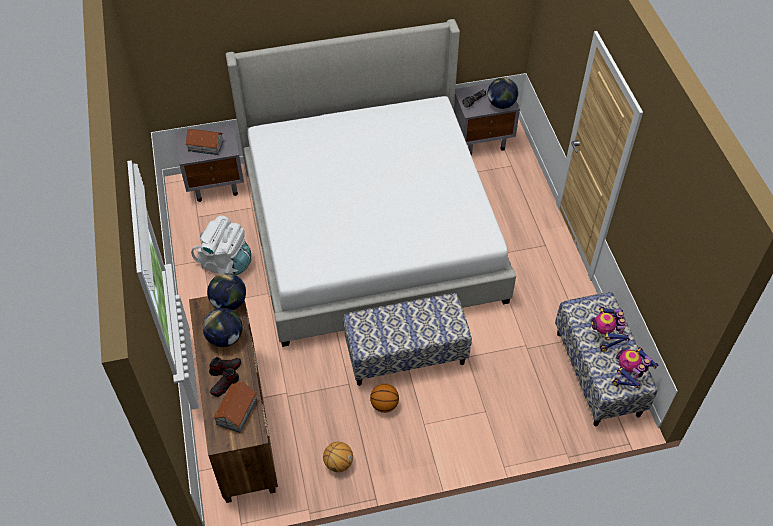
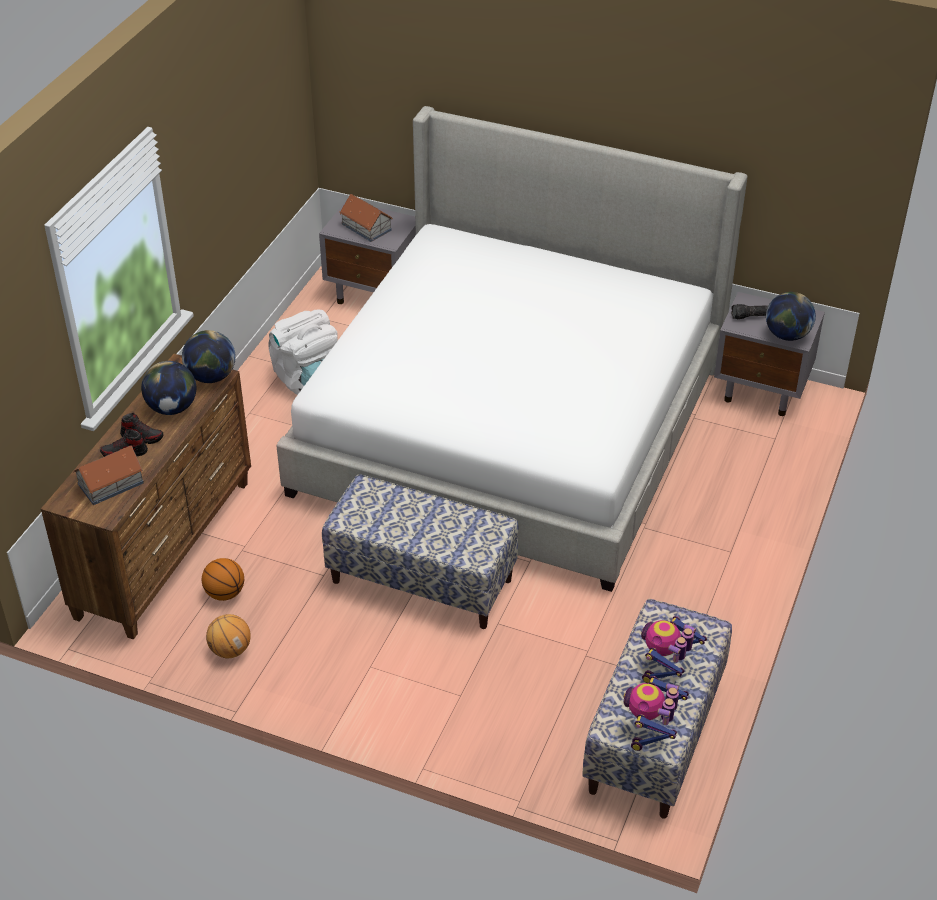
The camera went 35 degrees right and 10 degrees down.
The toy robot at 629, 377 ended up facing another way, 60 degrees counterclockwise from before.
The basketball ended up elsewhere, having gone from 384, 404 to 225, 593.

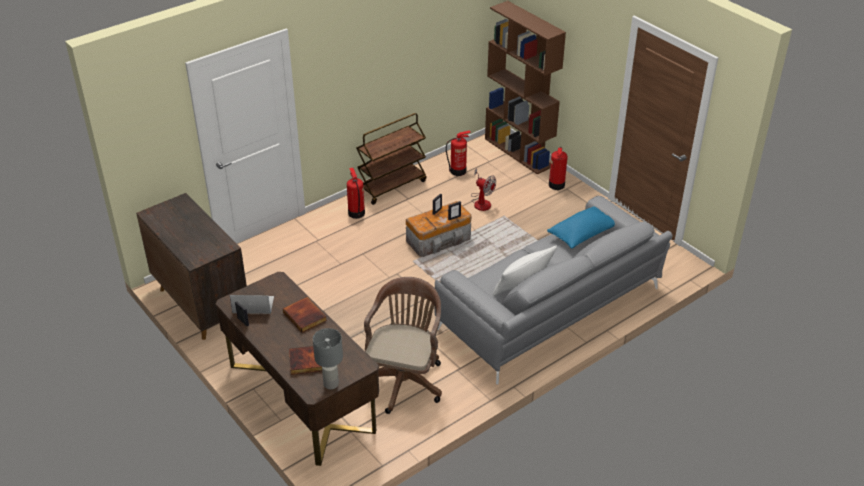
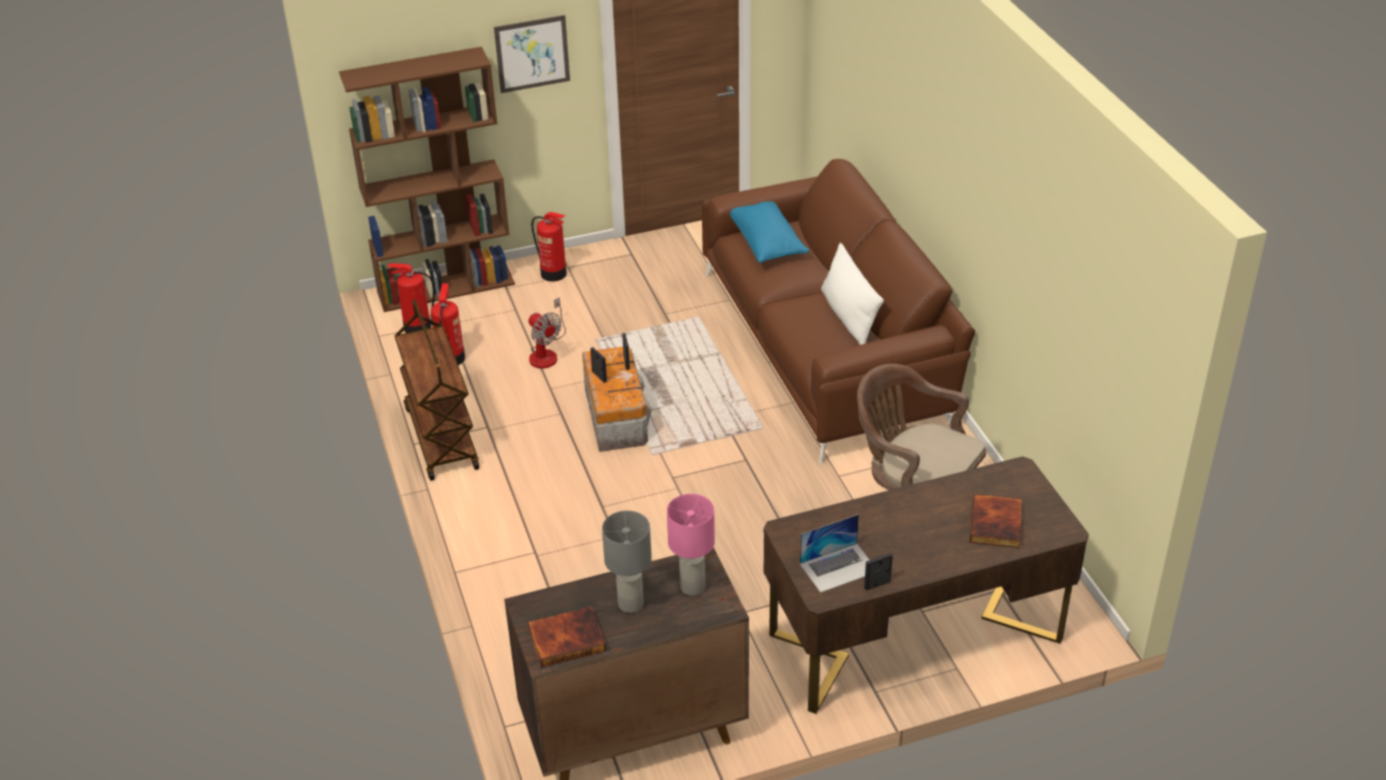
The camera went 70 degrees left and 0 degrees up.
The fire extinguisher ended up elsewhere, having gone from 356, 213 to 417, 327.
The fan at 481, 201 ended up facing another way, 90 degrees clockwise from before.
What was the sofa in grey at 551, 310 turned into the sofa in brown at 827, 347.
The laptop at 253, 304 ended up facing another way, 135 degrees counterclockwise from before.
The book ended up elsewhere, having gone from 305, 316 to 567, 638.
The table lamp in grey ended up elsewhere, having gone from 330, 384 to 630, 604.
The second view gained the picture at 532, 53.
The second view gained the table lamp in pink at 692, 586.

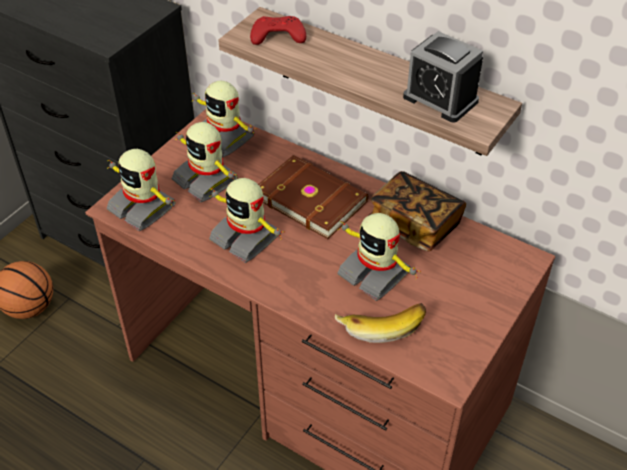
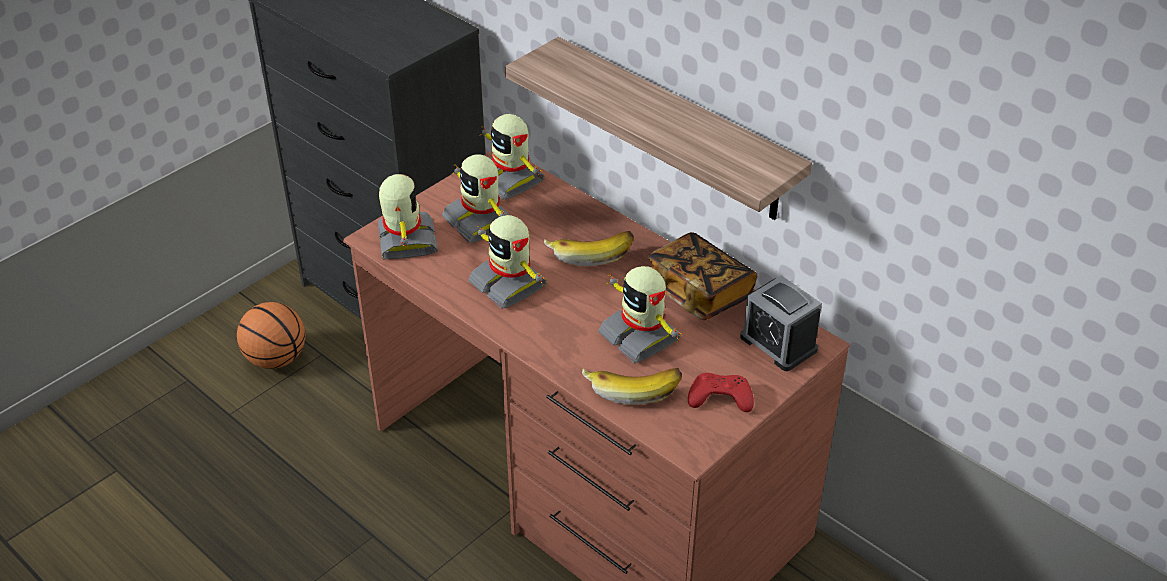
The camera went 10 degrees right and 5 degrees down.
The game controller in red ended up elsewhere, having gone from 278, 35 to 720, 397.
The alarm clock ended up elsewhere, having gone from 440, 99 to 778, 343.
The toy robot at 143, 207 ended up facing another way, 150 degrees counterclockwise from before.
Where the book in brown stood at 311, 198, the banana came to stand at 590, 252.

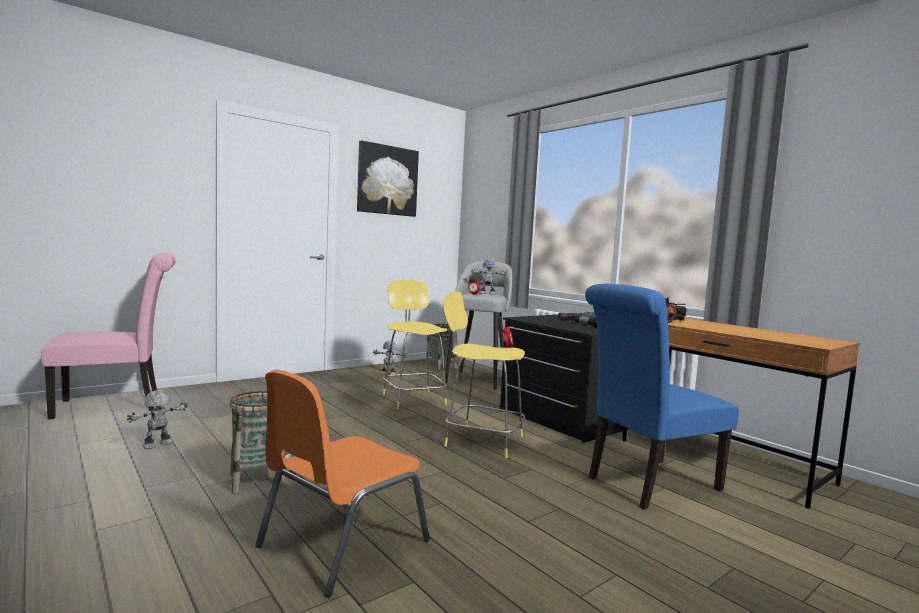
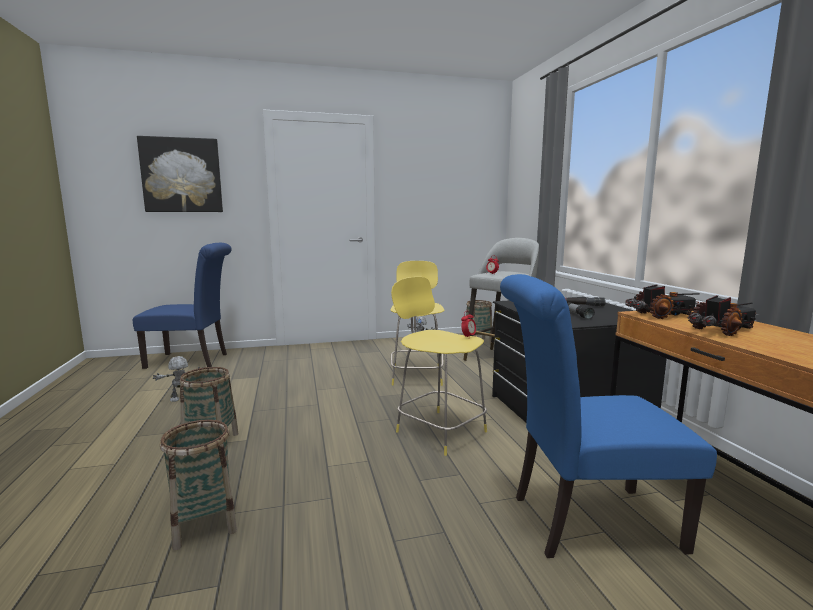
The camera went 25 degrees right and 5 degrees up.
The picture ended up elsewhere, having gone from 387, 180 to 182, 175.
What was the chair in pink at 116, 405 turned into the chair in blue at 192, 360.
The second view lost the toy robot at 487, 293.
Where the chair in orange stood at 340, 544, the basket came to stand at 204, 524.
The second view gained the toy truck at 722, 330.

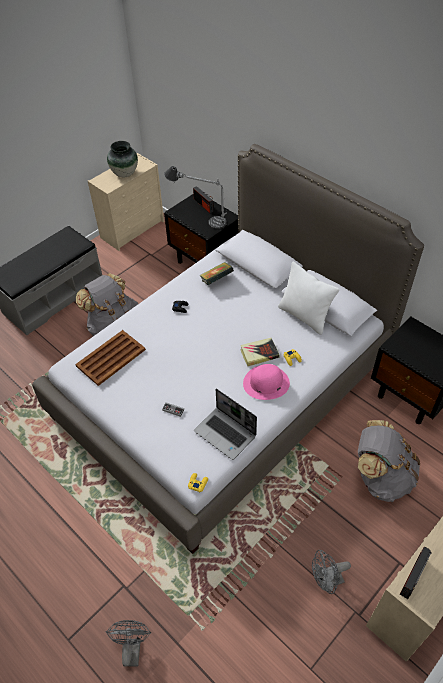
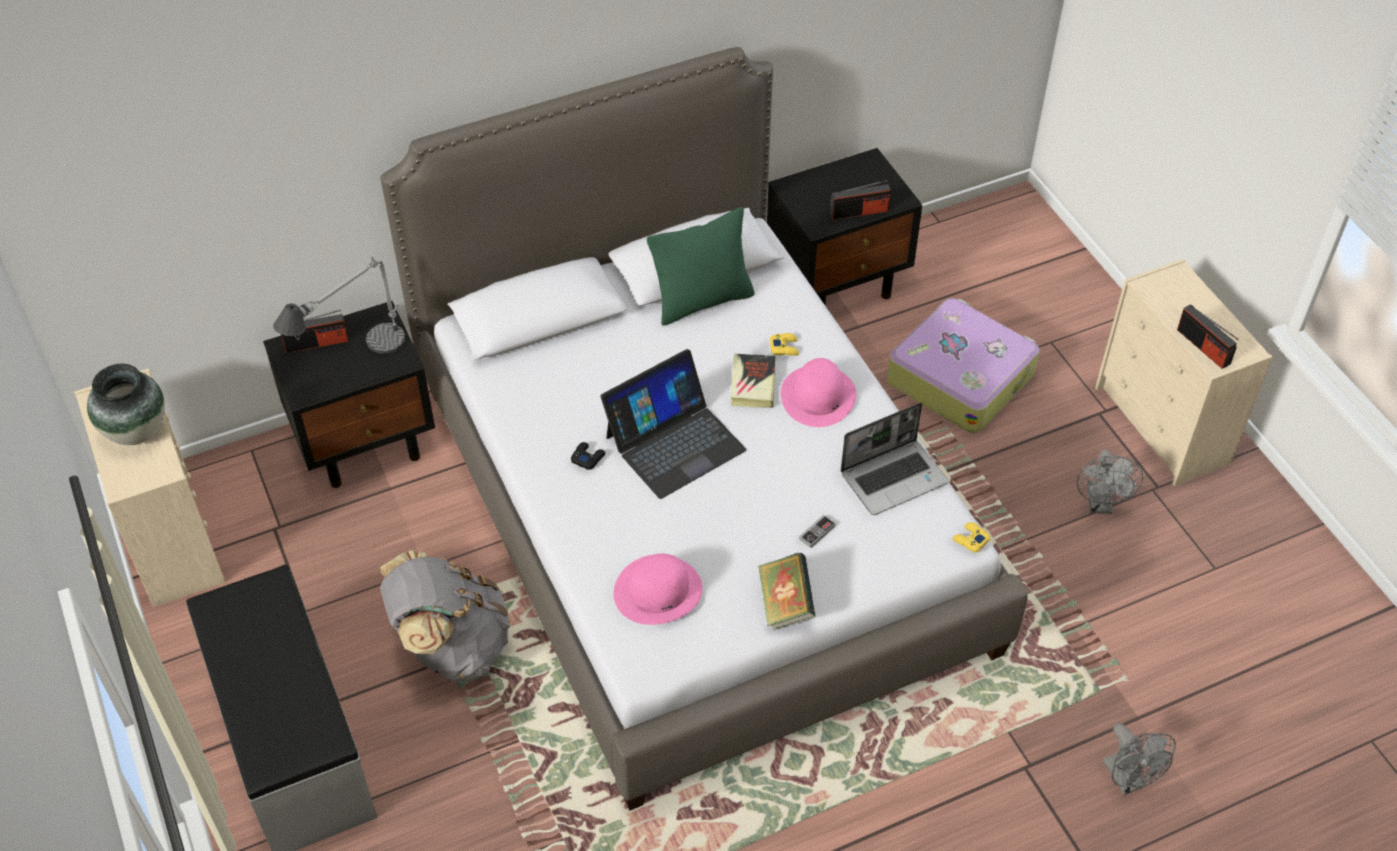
The camera went 70 degrees left and 0 degrees up.
The book ended up elsewhere, having gone from 216, 280 to 785, 603.
What was the pillow in white at 304, 316 turned into the pillow in green at 702, 301.
Where the tray in brown stood at 111, 357, the hat in pink came to stand at 658, 590.
Where the backpack in grey stood at 381, 476, the suitcase came to stand at 960, 377.
The fan in grey at 132, 647 ended up facing another way, 135 degrees counterclockwise from before.
The second view gained the radio at 859, 212.
The second view gained the laptop at 674, 442.

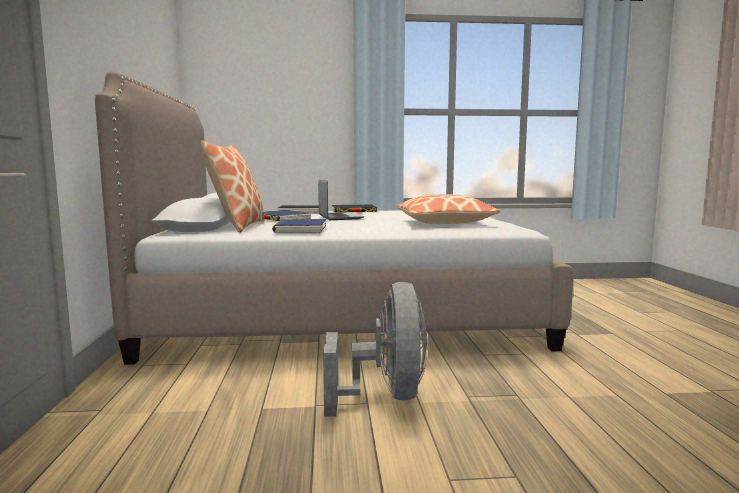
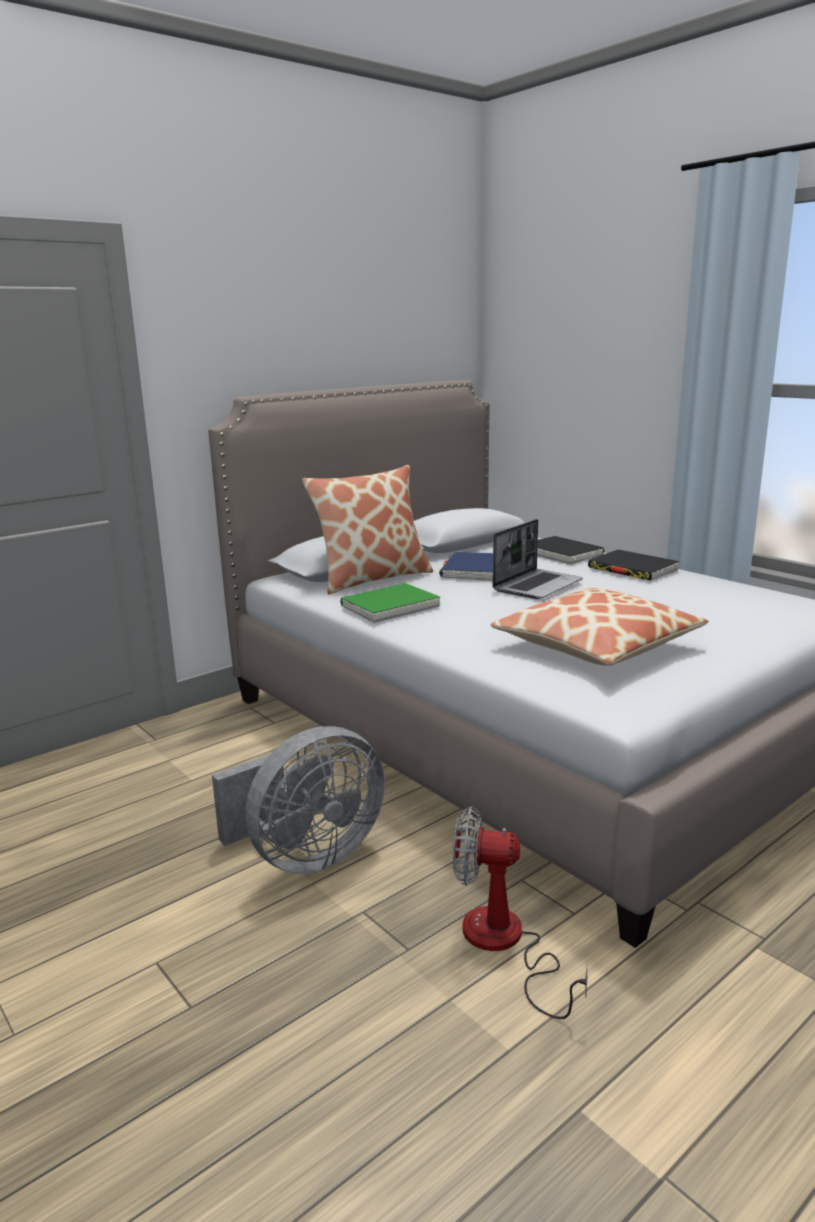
The camera went 55 degrees right and 10 degrees up.
What was the book in blue at 301, 229 turned into the book in green at 390, 607.
The second view gained the fan at 504, 944.

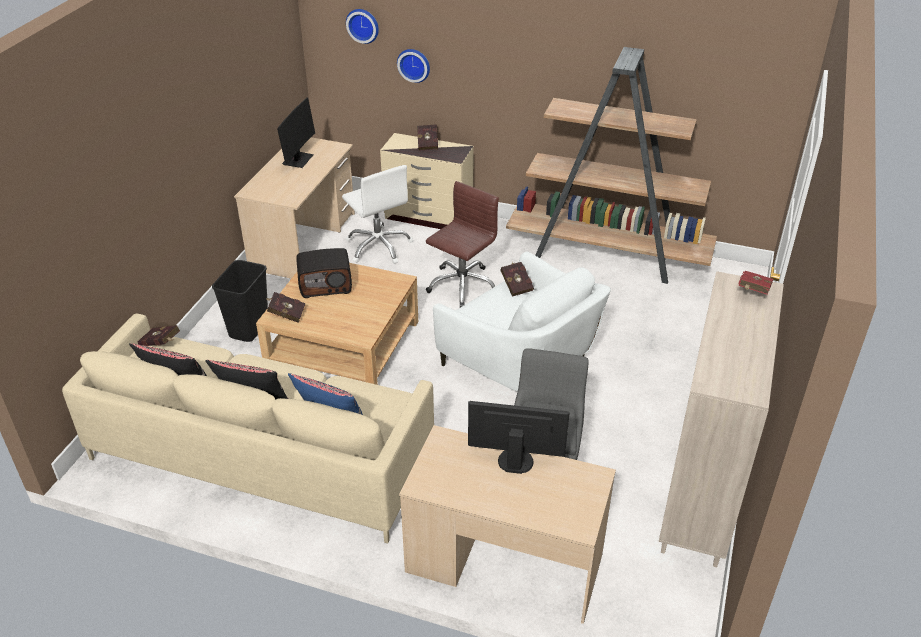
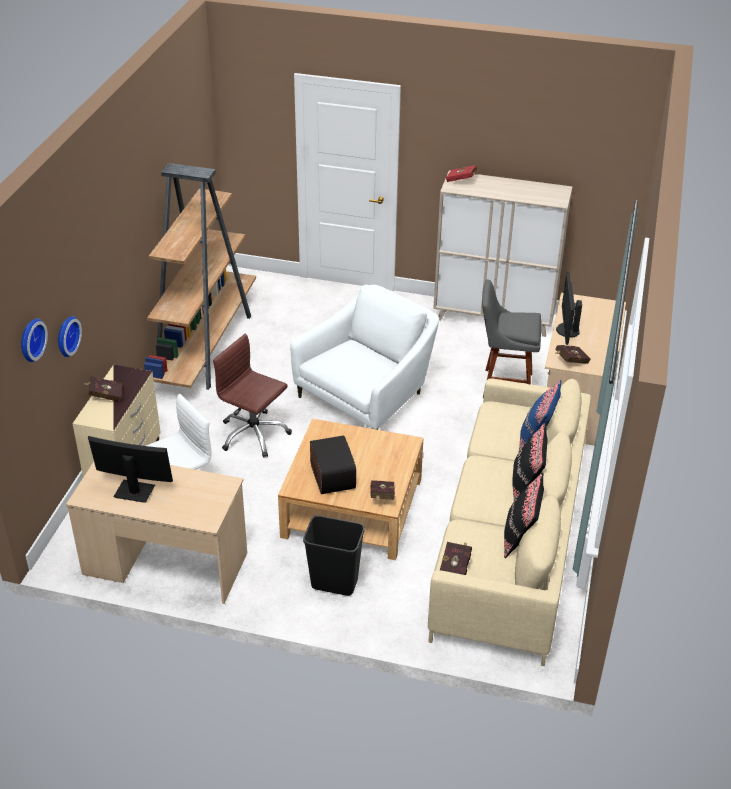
The camera went 95 degrees left and 0 degrees up.
The book in red ended up elsewhere, having gone from 516, 285 to 570, 361.

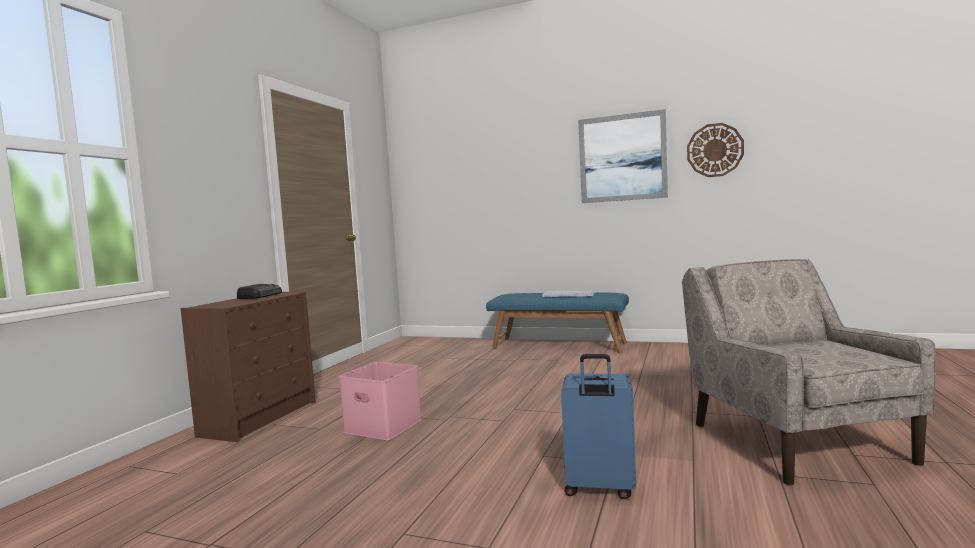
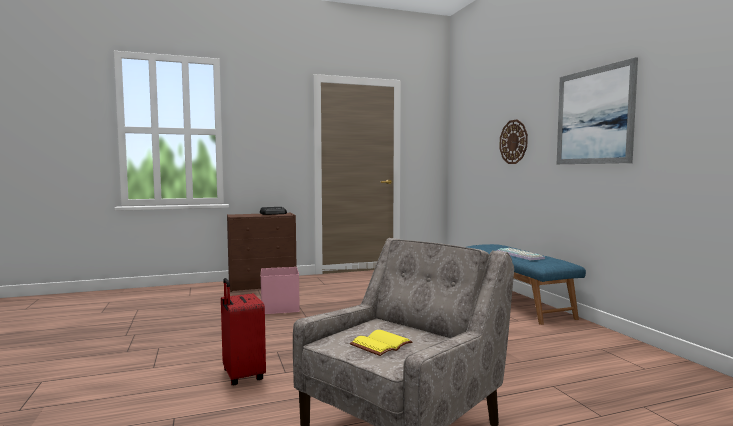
The camera went 50 degrees right and 0 degrees up.
The wall clock ended up elsewhere, having gone from 714, 150 to 513, 142.
What was the suitcase in blue at 599, 488 turned into the suitcase in red at 242, 376.
The second view gained the book in yellow at 380, 344.

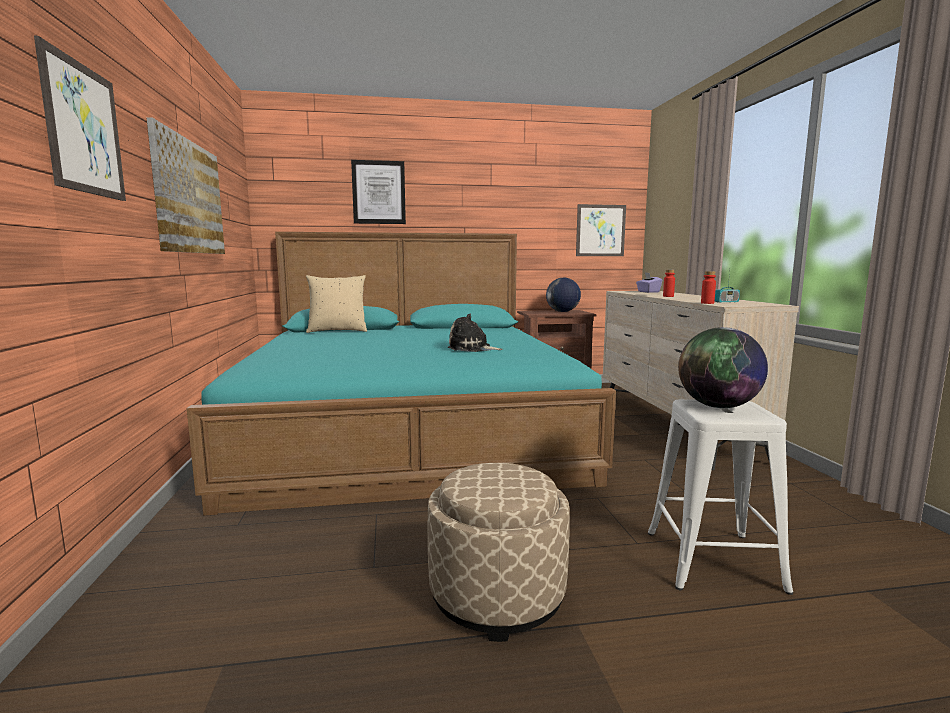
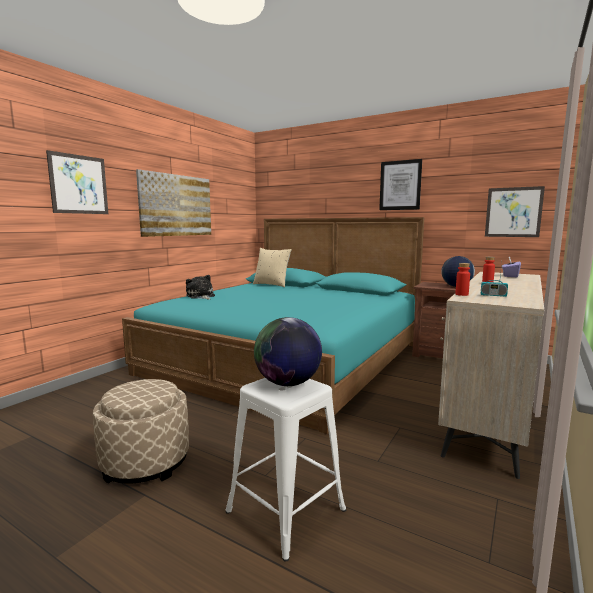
The camera went 40 degrees right and 0 degrees up.
The picture ended up elsewhere, having gone from 379, 192 to 400, 185.
The plush toy ended up elsewhere, having gone from 472, 348 to 201, 296.

